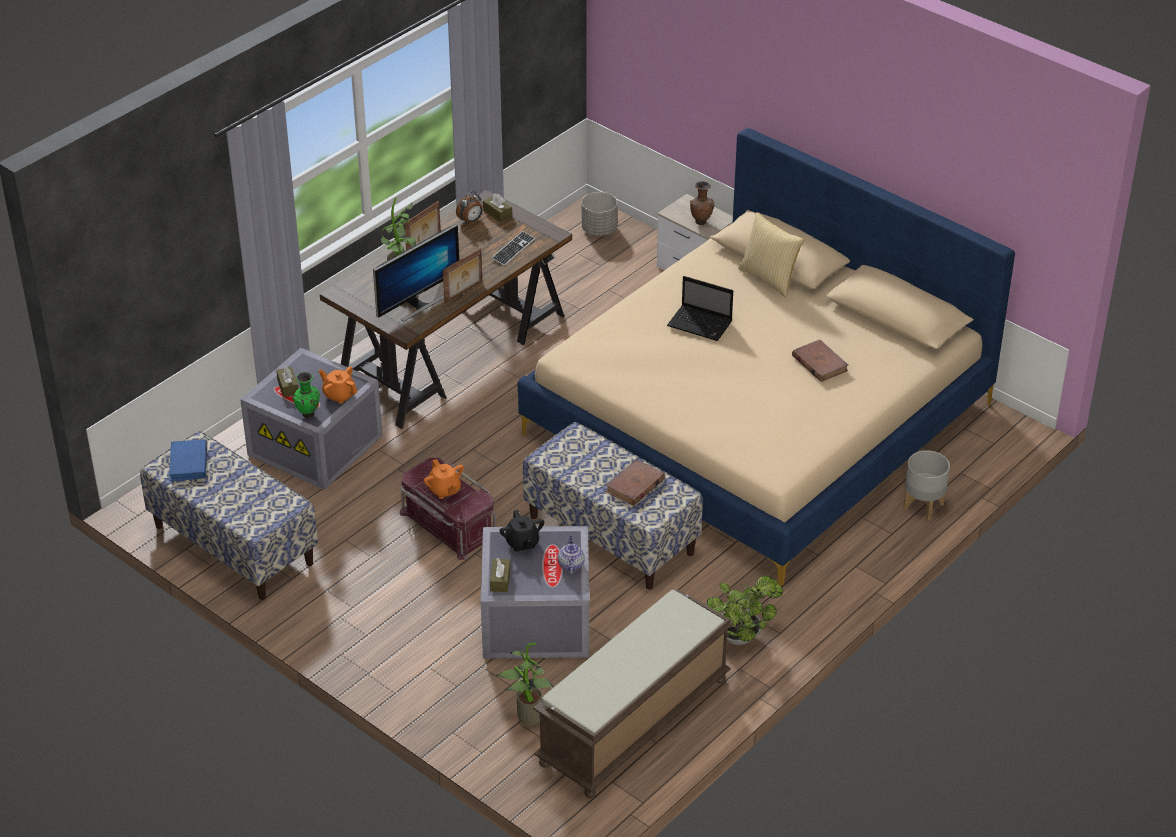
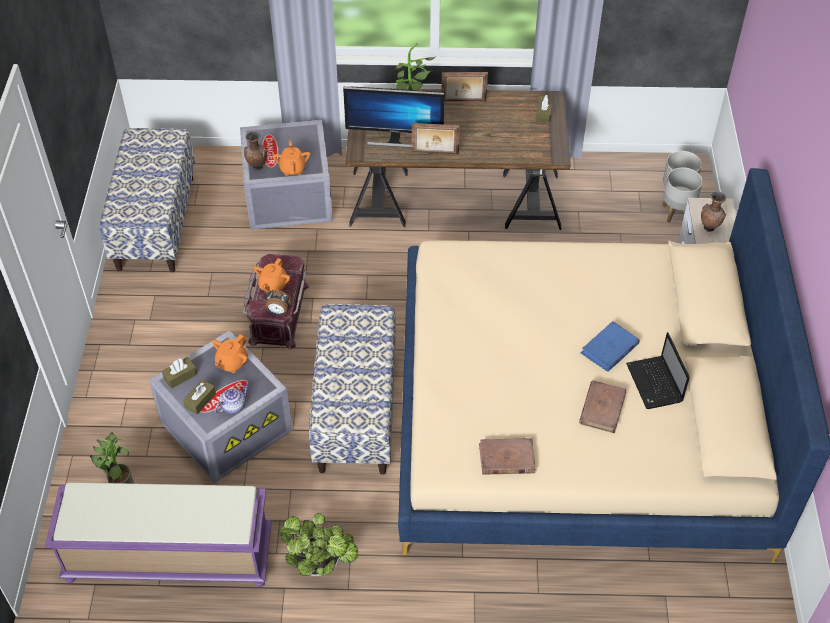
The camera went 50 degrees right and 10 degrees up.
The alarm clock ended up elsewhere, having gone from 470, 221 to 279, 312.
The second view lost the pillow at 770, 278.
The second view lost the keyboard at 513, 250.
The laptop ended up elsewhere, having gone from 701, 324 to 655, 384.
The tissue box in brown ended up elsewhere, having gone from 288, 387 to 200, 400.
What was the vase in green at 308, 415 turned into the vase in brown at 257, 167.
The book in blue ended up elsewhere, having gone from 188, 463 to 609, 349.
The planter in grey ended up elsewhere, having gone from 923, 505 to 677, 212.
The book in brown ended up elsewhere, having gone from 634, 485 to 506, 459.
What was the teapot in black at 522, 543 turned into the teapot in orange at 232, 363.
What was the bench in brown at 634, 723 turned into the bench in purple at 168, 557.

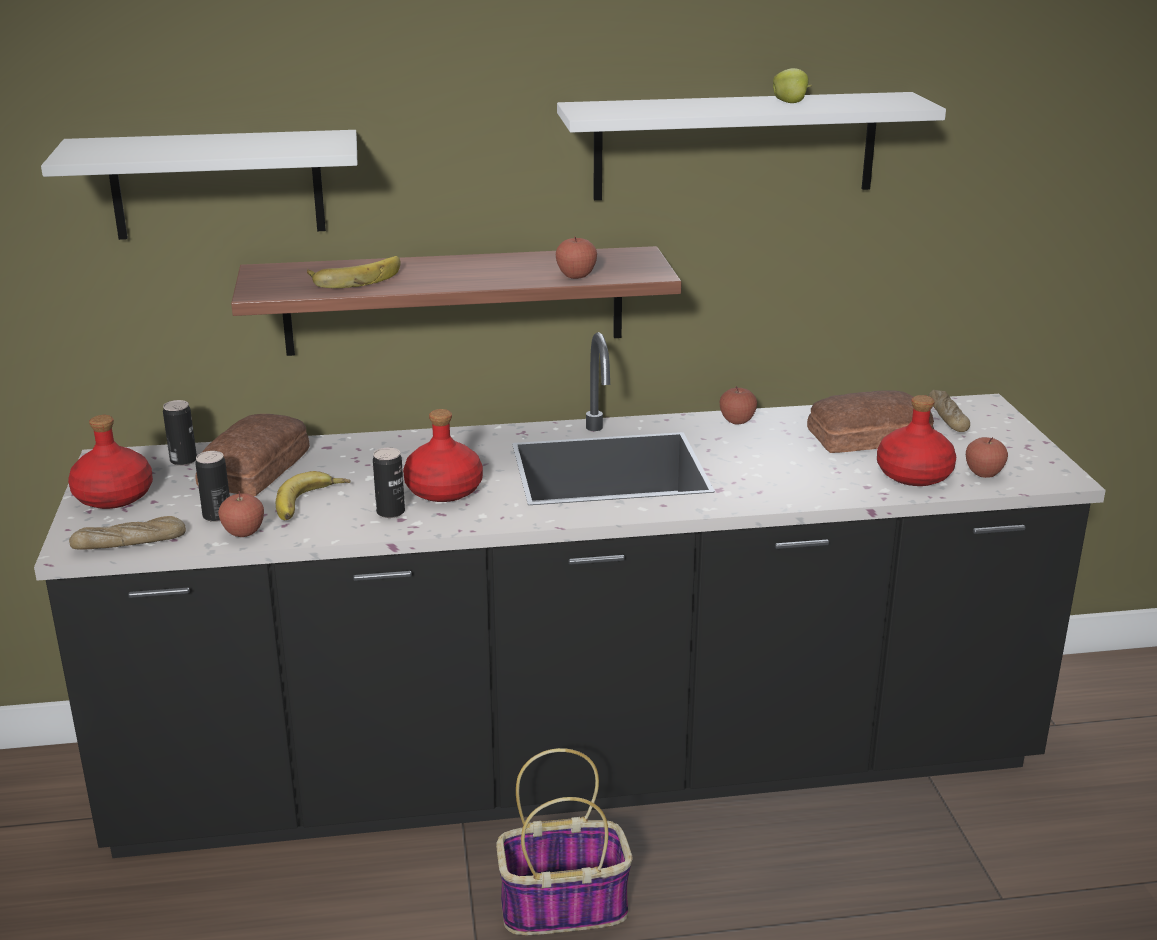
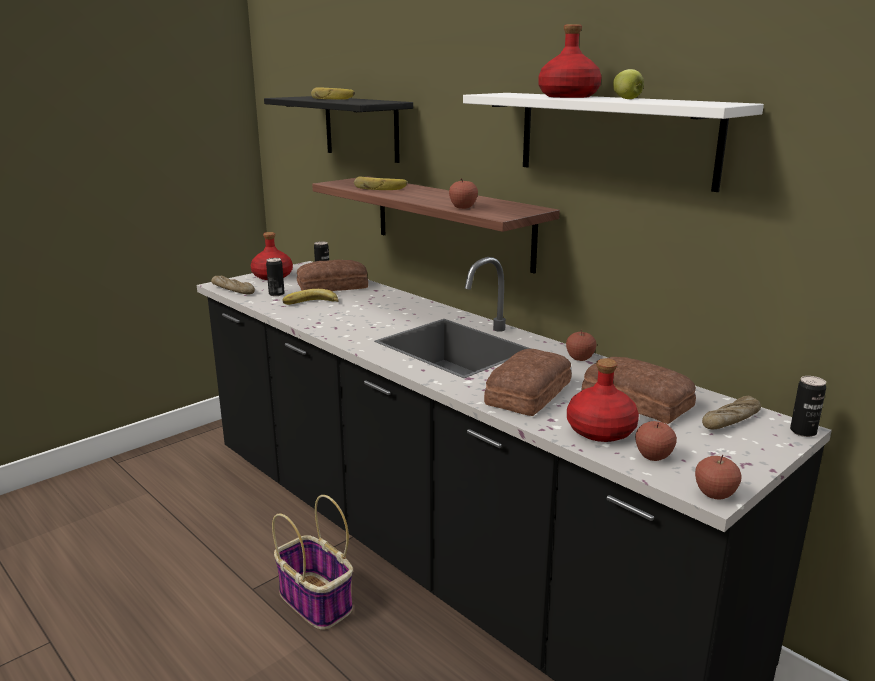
The camera went 55 degrees right and 5 degrees down.
What was the shelf in white at 217, 184 turned into the shelf in black at 361, 128.
The bottle in red ended up elsewhere, having gone from 443, 490 to 567, 96.
The can ended up elsewhere, having gone from 390, 512 to 803, 432.
The apple ended up elsewhere, having gone from 243, 533 to 715, 494.
The second view gained the banana at 335, 98.
The second view gained the bread at 526, 393.

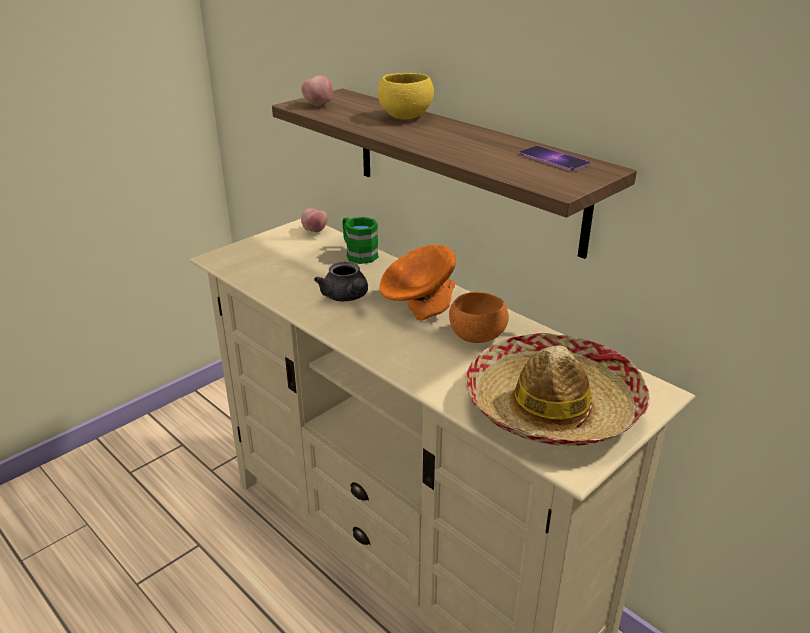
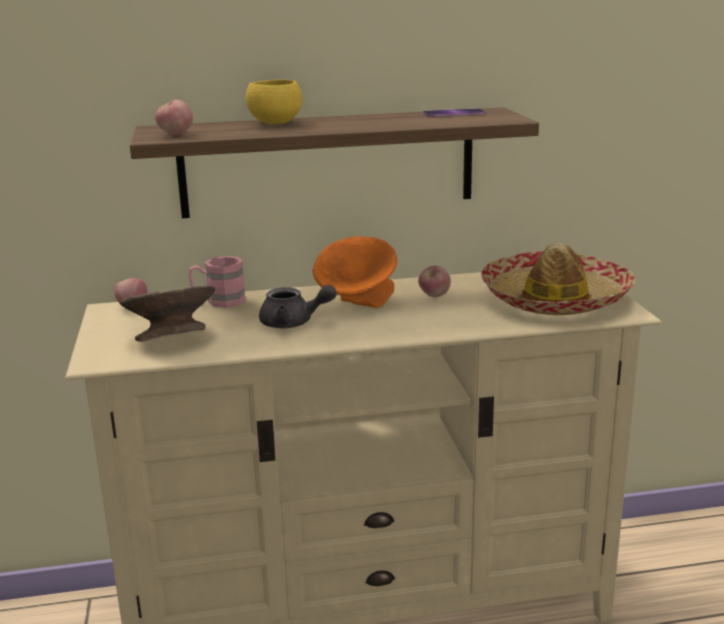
The camera went 55 degrees left and 10 degrees down.
What was the mug in green at 358, 254 turned into the mug in pink at 218, 301.
Where the bowl in orange stood at 477, 337, the apple came to stand at 434, 296.
The second view gained the bowl in grey at 171, 339.

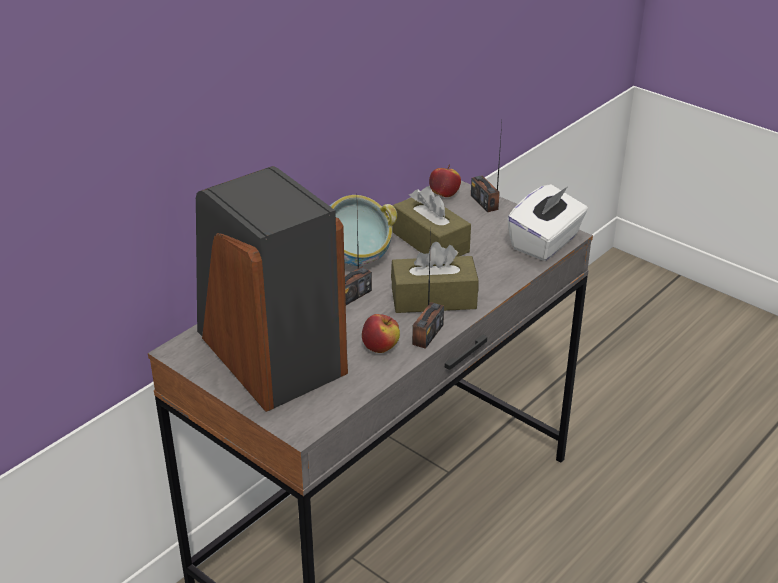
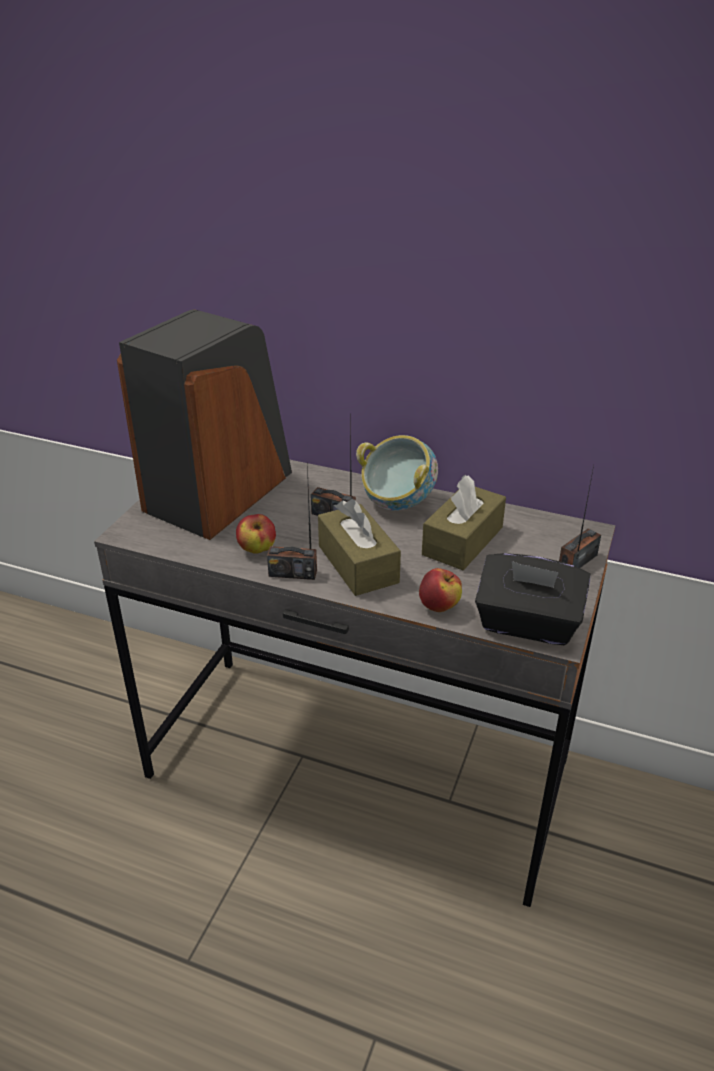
The camera went 70 degrees right and 0 degrees up.
The apple ended up elsewhere, having gone from 444, 195 to 439, 606.
What was the tissue box in white at 545, 242 turned into the tissue box in black at 527, 624.

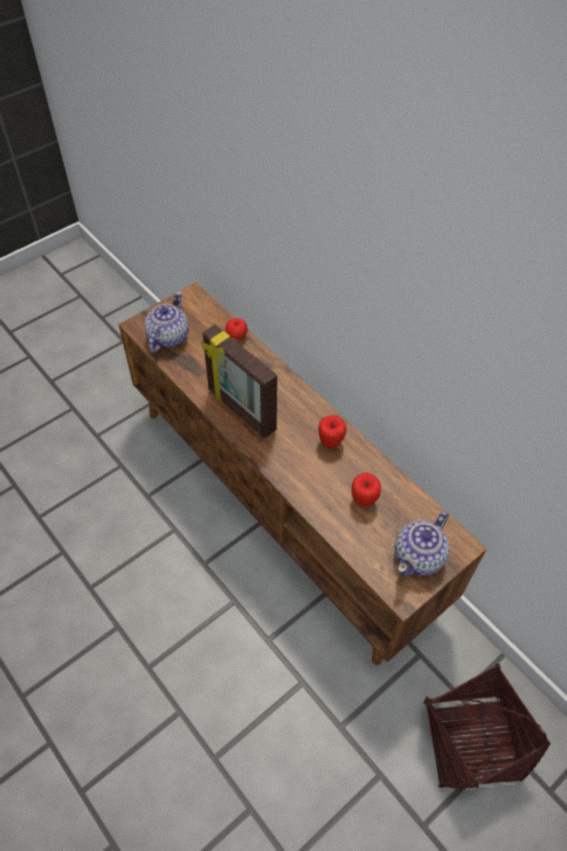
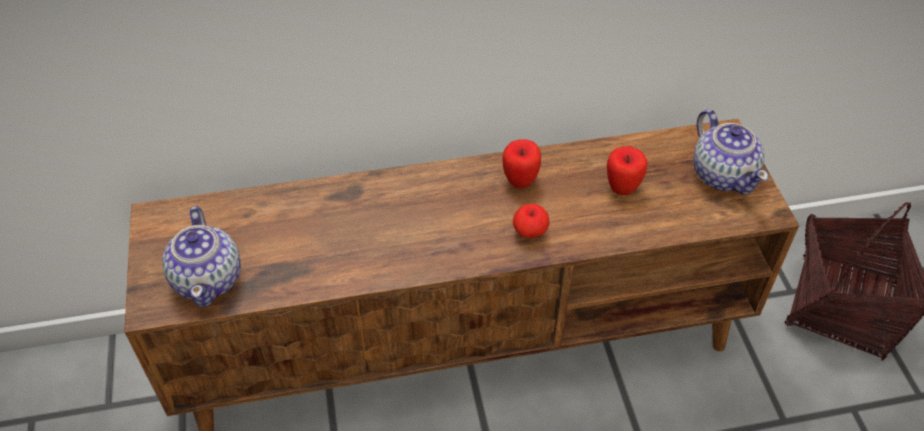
The camera went 60 degrees left and 5 degrees down.
The teapot at 167, 337 ended up facing another way, 150 degrees counterclockwise from before.
The apple ended up elsewhere, having gone from 236, 336 to 529, 232.
The second view lost the picture frame at 240, 410.

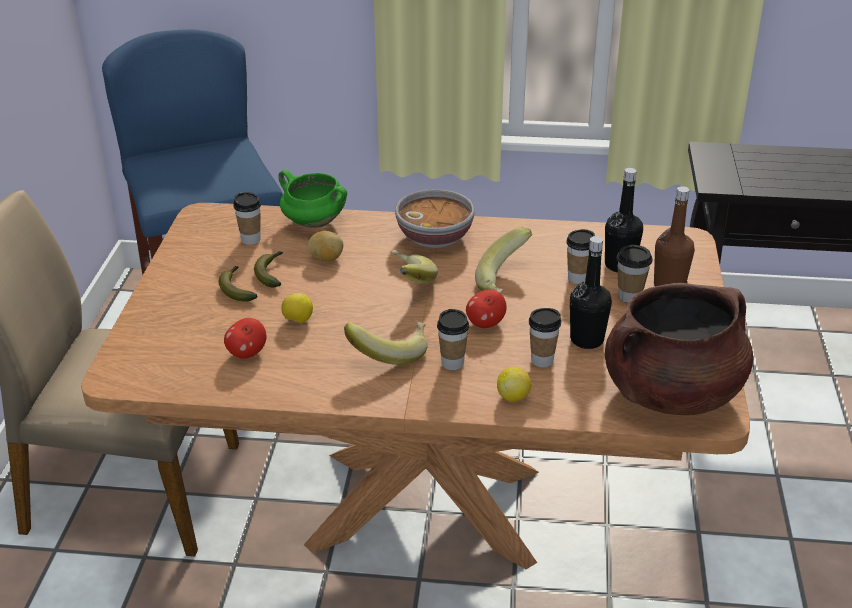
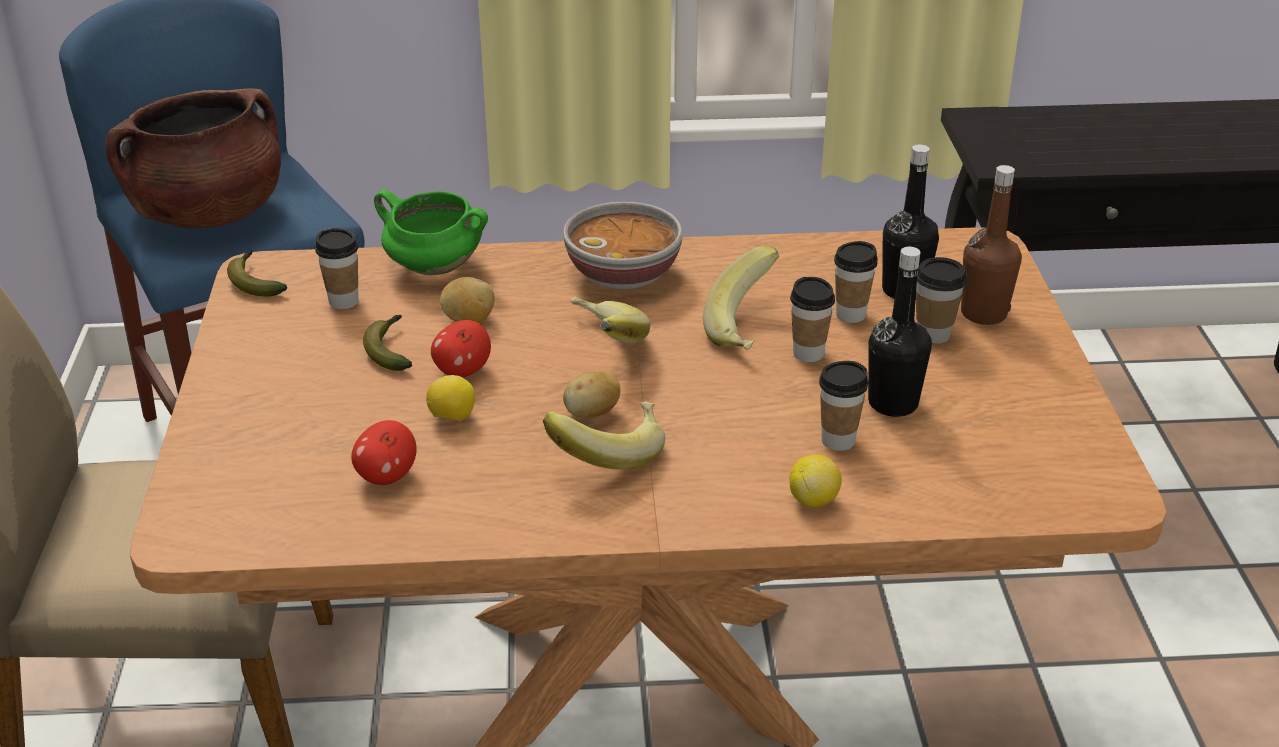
The camera went 10 degrees left and 0 degrees up.
The banana ended up elsewhere, having gone from 237, 289 to 255, 281.
The cooking pot in brown ended up elsewhere, having gone from 671, 393 to 209, 214.
The apple ended up elsewhere, having gone from 485, 324 to 462, 371.
The cup ended up elsewhere, having gone from 452, 363 to 808, 353.
The second view gained the potato at 592, 414.

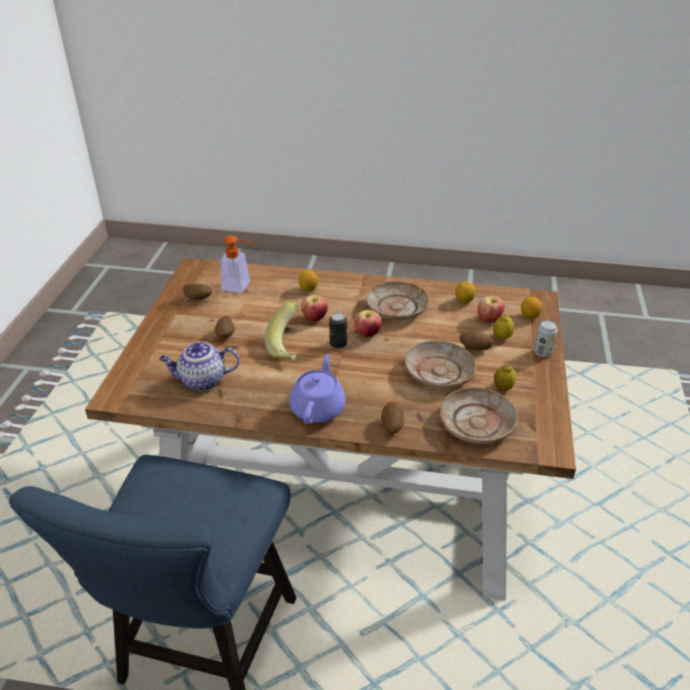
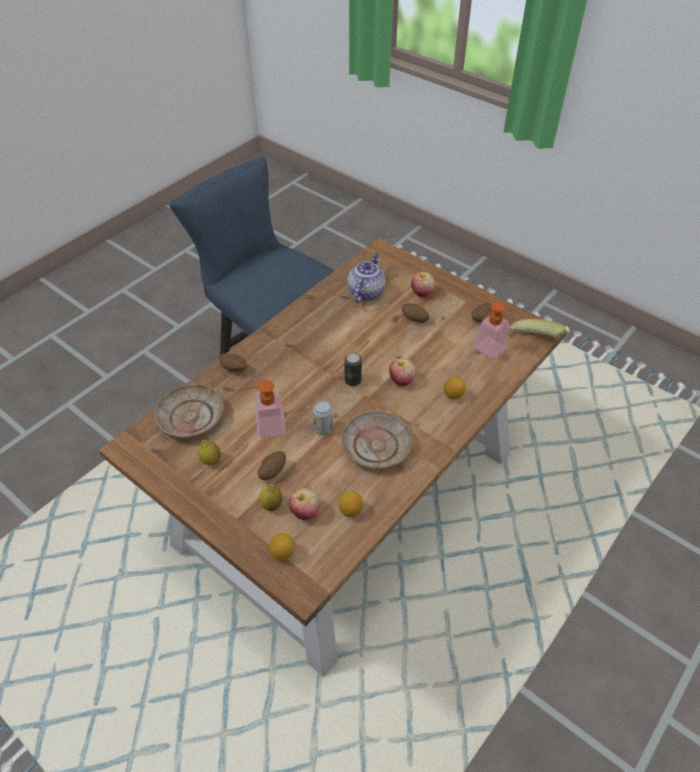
The camera went 120 degrees right and 10 degrees up.
The banana ended up elsewhere, having gone from 289, 346 to 530, 341.
The apple ended up elsewhere, having gone from 367, 334 to 422, 293.
The can ended up elsewhere, having gone from 542, 352 to 323, 429.
Where the plate in beige stood at 438, 372, the soap dispenser came to stand at 265, 427.
The second view lost the teapot in purple at 318, 408.

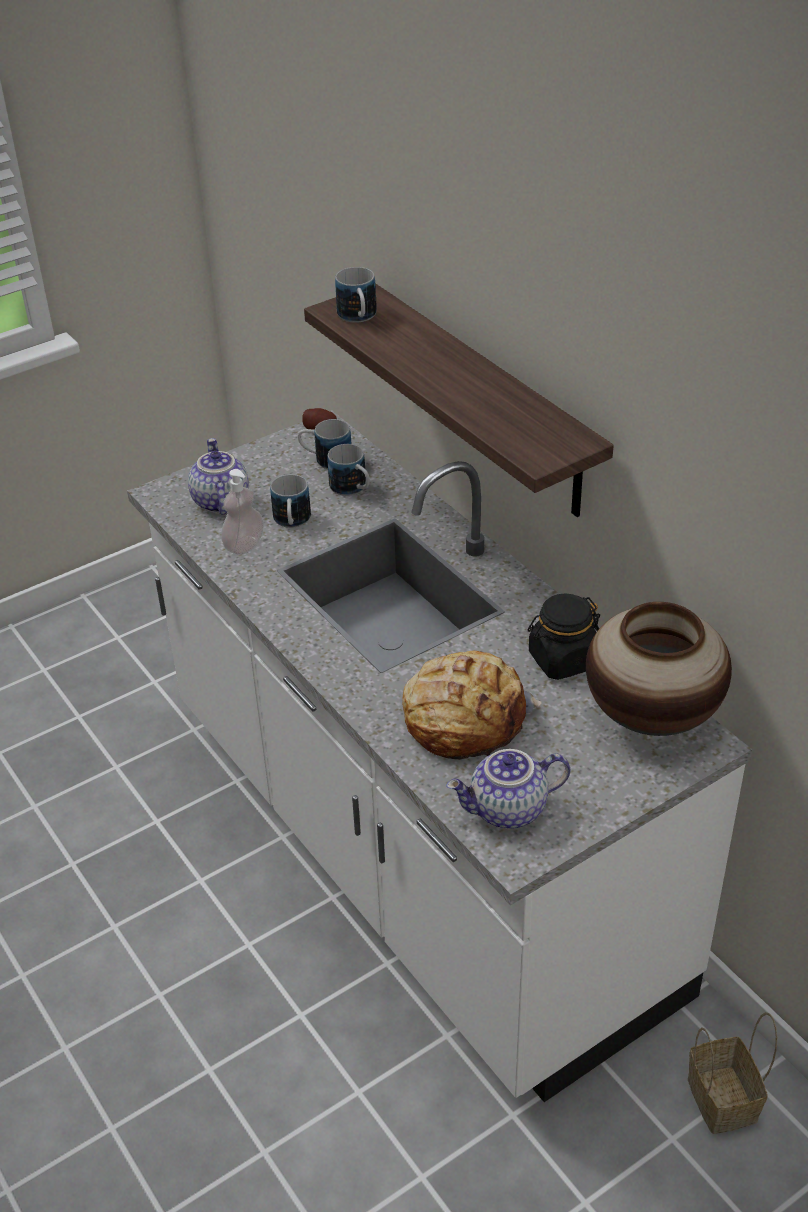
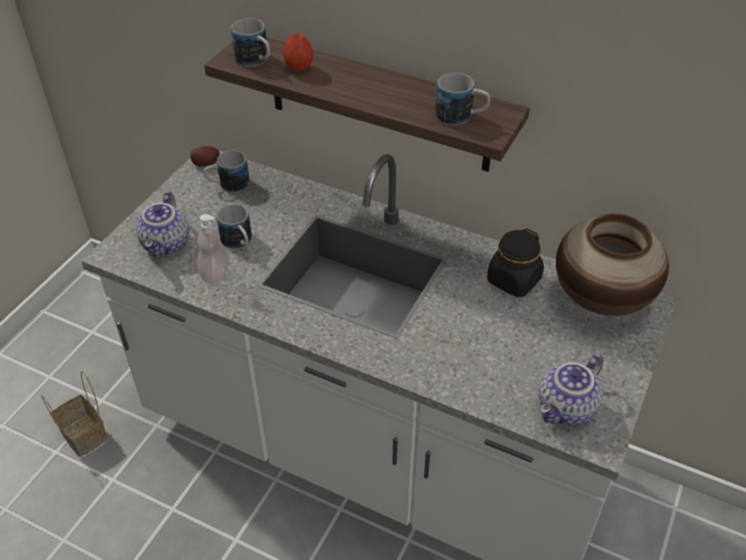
The camera went 30 degrees left and 5 degrees up.
The teapot at 219, 501 ended up facing another way, 135 degrees counterclockwise from before.
The mug ended up elsewhere, having gone from 353, 489 to 461, 117.
The second view lost the bread at 464, 718.
The basket ended up elsewhere, having gone from 724, 1101 to 85, 435.
The second view gained the apple at 298, 68.

